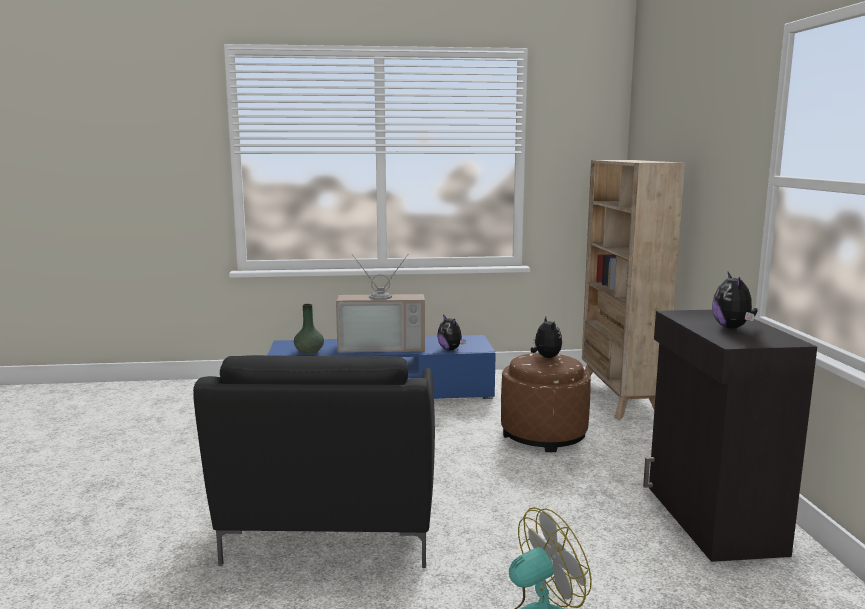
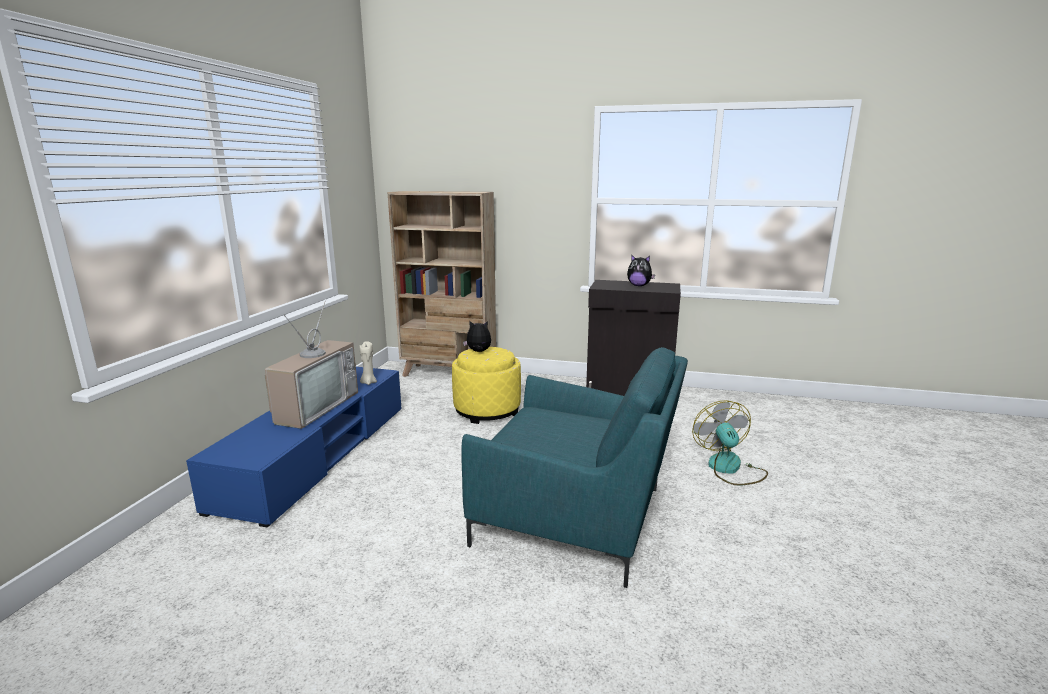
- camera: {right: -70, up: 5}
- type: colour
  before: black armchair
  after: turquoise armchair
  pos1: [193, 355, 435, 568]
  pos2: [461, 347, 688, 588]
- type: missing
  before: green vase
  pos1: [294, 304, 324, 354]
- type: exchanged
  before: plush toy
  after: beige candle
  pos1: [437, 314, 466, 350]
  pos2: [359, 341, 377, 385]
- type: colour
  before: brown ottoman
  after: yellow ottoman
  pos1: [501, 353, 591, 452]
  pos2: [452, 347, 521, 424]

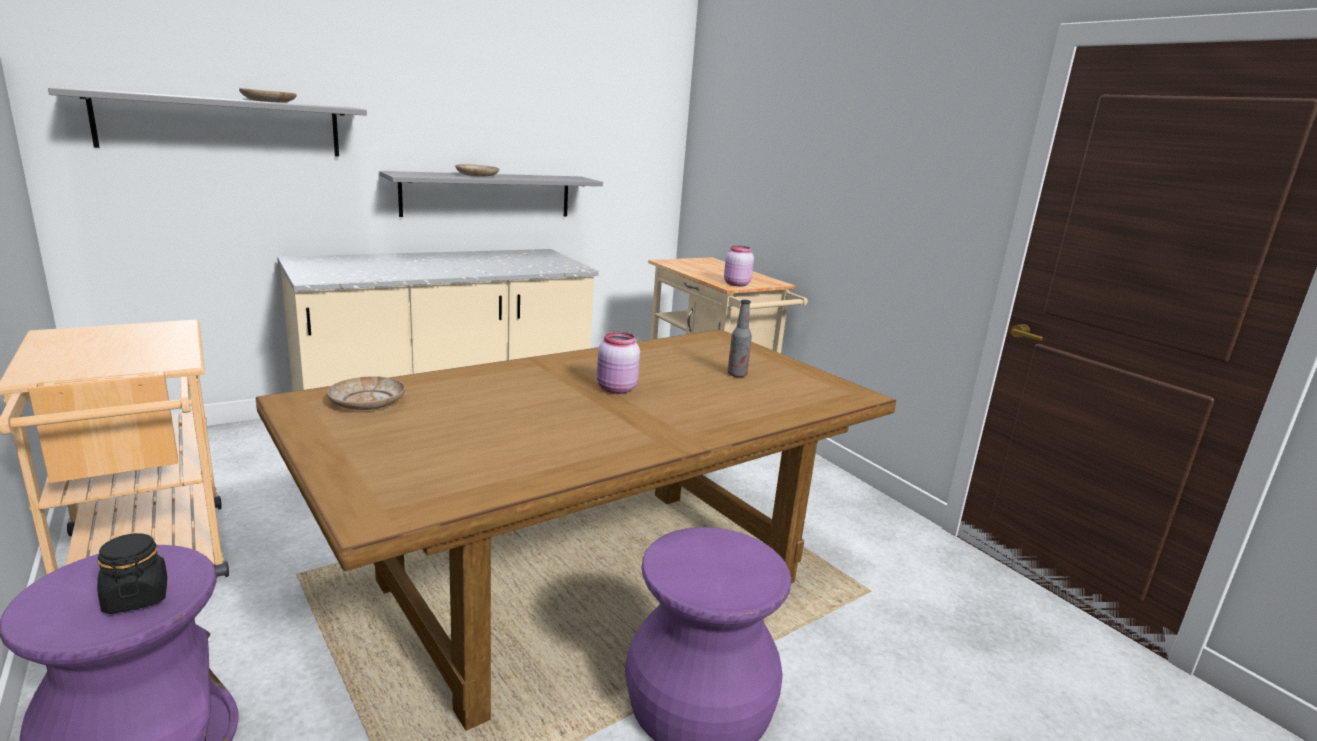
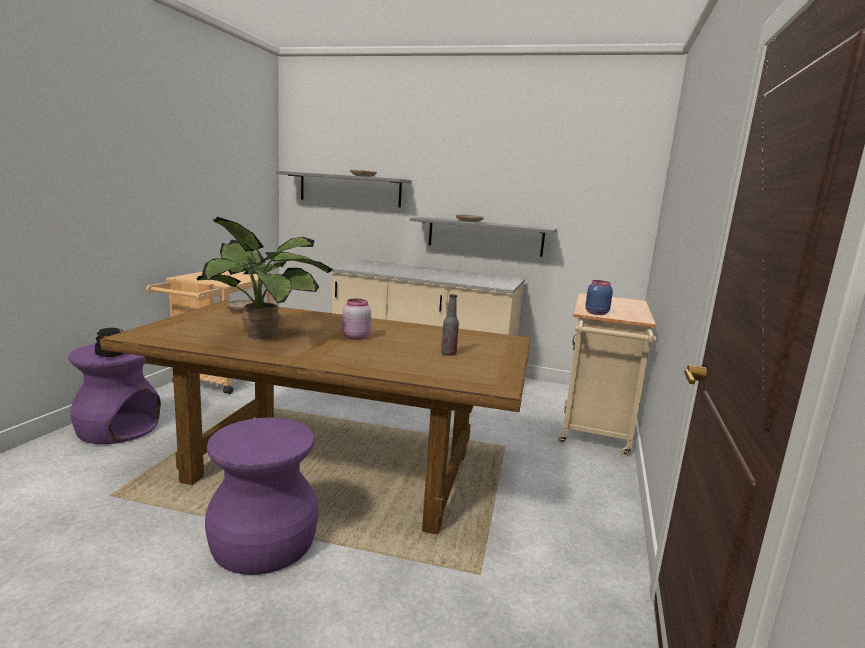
- camera: {right: 50, up: -5}
- type: colour
  before: pink jar
  after: blue jar
  pos1: [724, 245, 754, 286]
  pos2: [585, 280, 613, 315]
- type: appeared
  after: potted plant
  pos2: [196, 217, 333, 339]

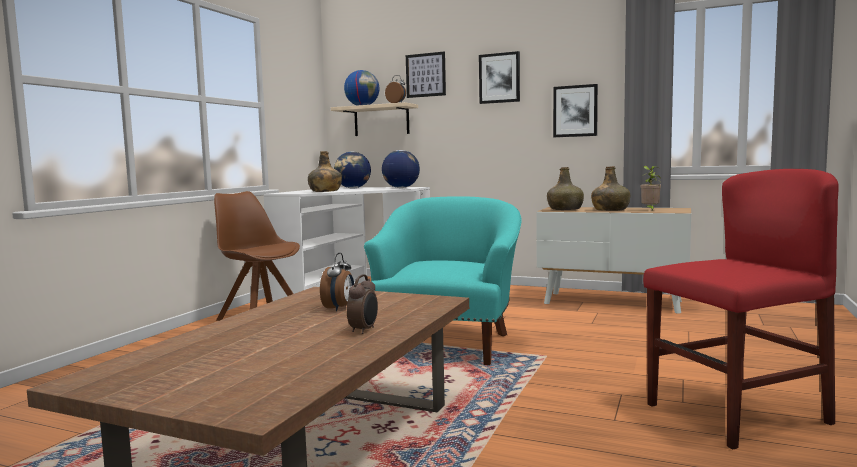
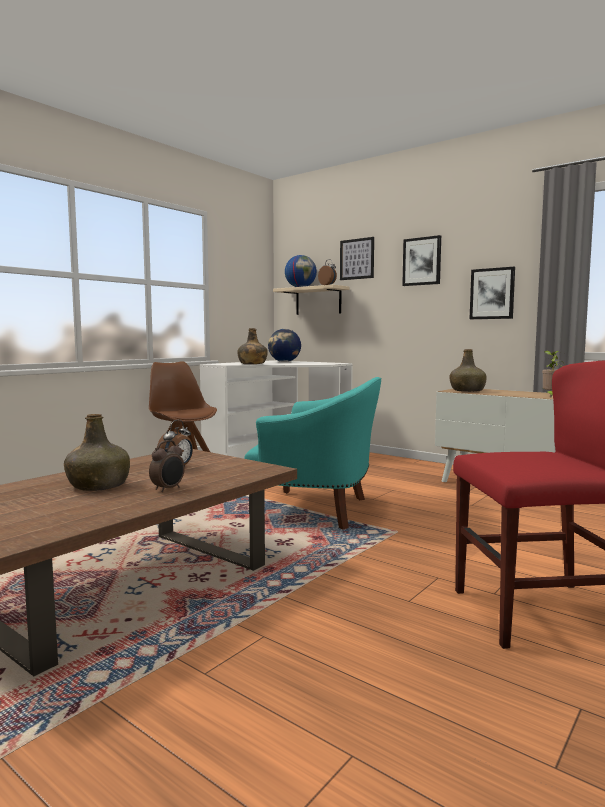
- camera: {right: 15, up: 0}
- type: spun
  before: turquoise armchair
  pos1: [364, 196, 521, 365]
  pos2: [244, 377, 382, 529]
  turn: 75
- type: missing
  before: globe
  pos1: [382, 150, 420, 188]
- type: relocated
  before: green bottle
  pos1: [591, 166, 630, 211]
  pos2: [64, 414, 130, 491]

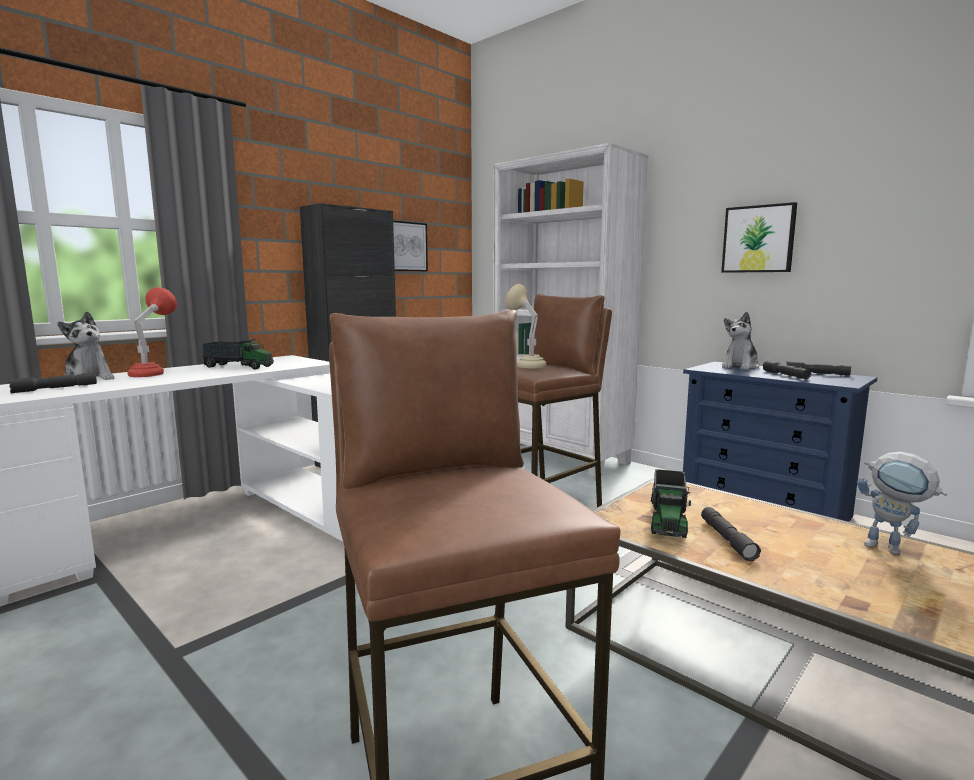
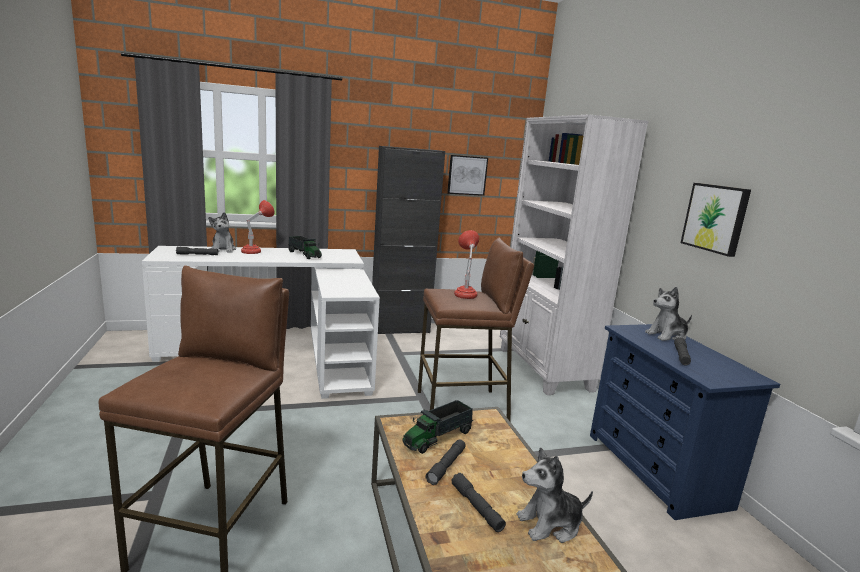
- camera: {right: 30, up: 5}
- type: colour
  before: beige table lamp
  after: red table lamp
  pos1: [505, 284, 546, 369]
  pos2: [454, 230, 479, 299]
- type: relocated
  before: grey flashlight
  pos1: [787, 361, 851, 375]
  pos2: [451, 473, 506, 532]
- type: exchanged
  before: toy robot
  after: plush toy
  pos1: [857, 452, 947, 554]
  pos2: [517, 447, 593, 543]

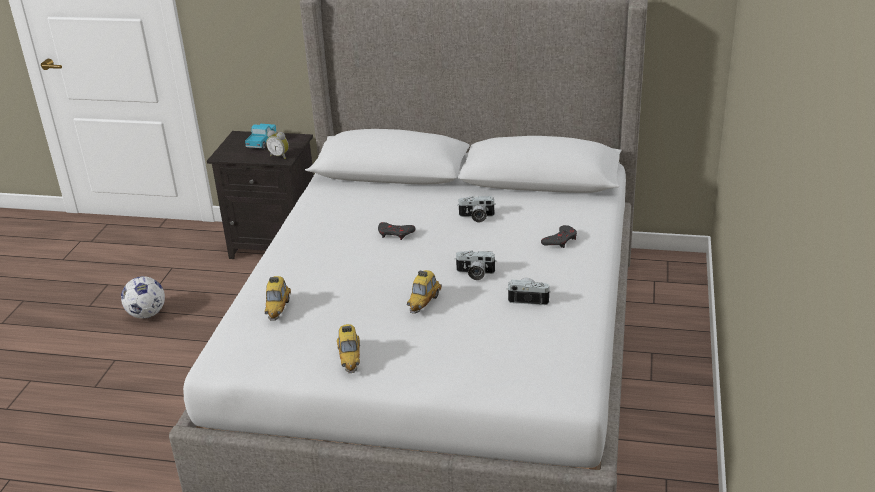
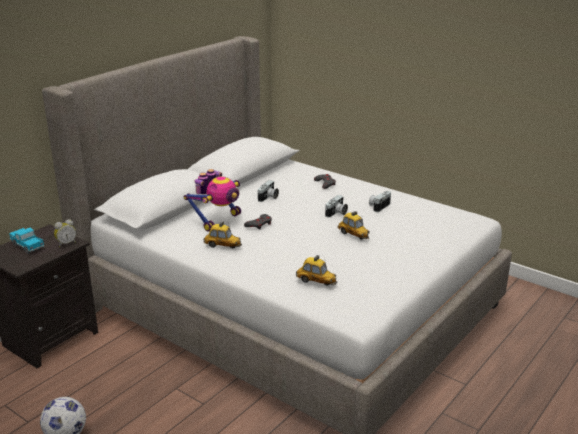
- camera: {right: -65, up: -5}
- type: relocated
  before: toy car
  pos1: [337, 324, 360, 373]
  pos2: [203, 222, 242, 248]
- type: appeared
  after: toy robot
  pos2: [184, 169, 241, 232]

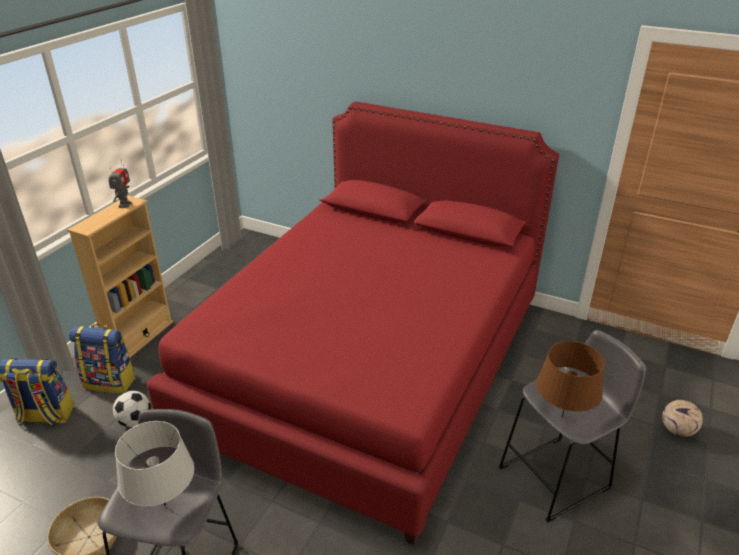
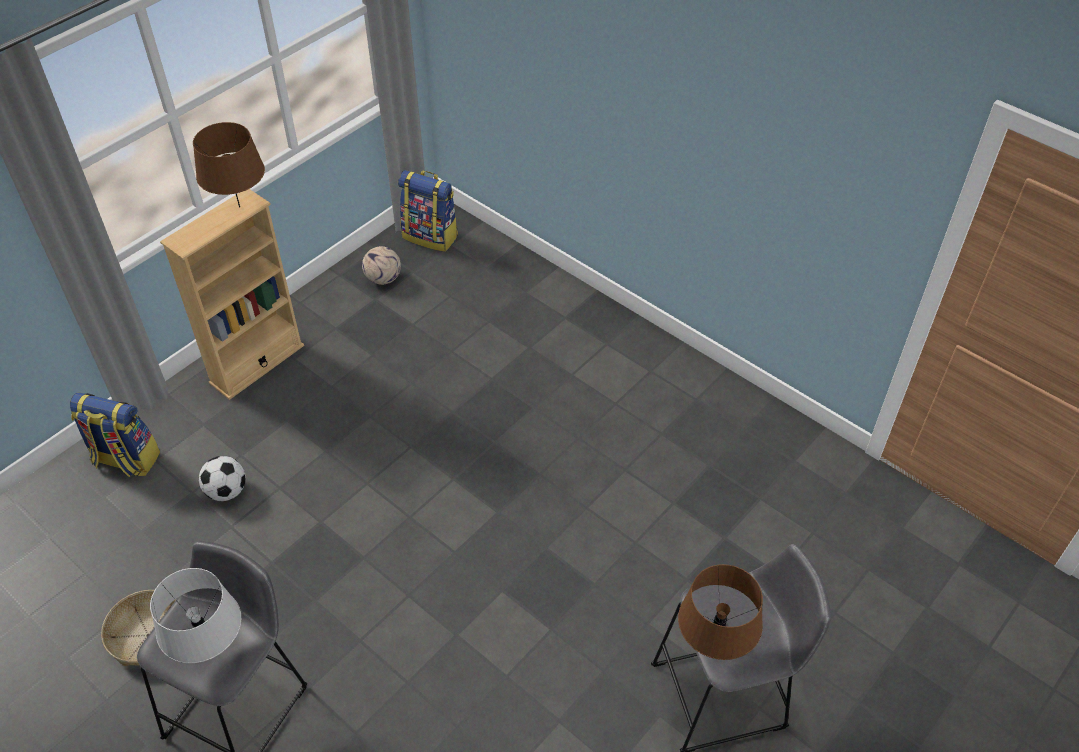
- camera: {right: 15, up: 15}
- type: relocated
  before: backpack
  pos1: [69, 324, 136, 393]
  pos2: [398, 170, 458, 252]
- type: exchanged
  before: toy robot
  after: brown table lamp
  pos1: [109, 159, 132, 208]
  pos2: [193, 122, 265, 207]
- type: missing
  before: red bed
  pos1: [147, 102, 559, 545]
- type: relocated
  before: football
  pos1: [662, 400, 703, 437]
  pos2: [362, 246, 401, 285]

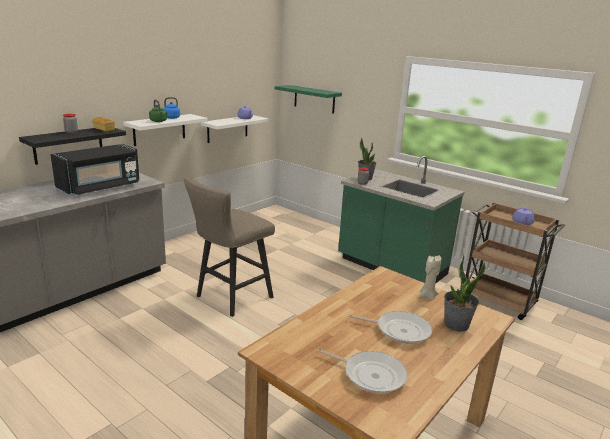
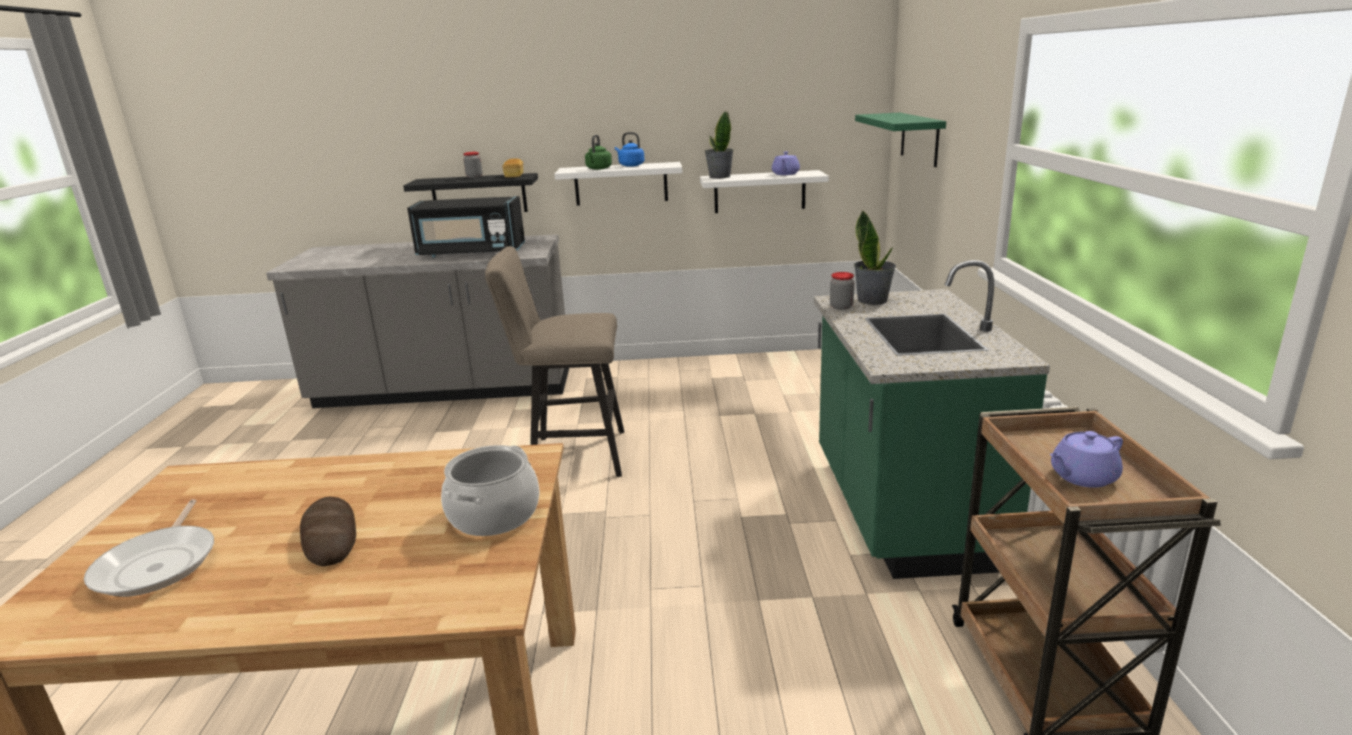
- camera: {right: 50, up: 0}
- type: exchanged
  before: frying pan
  after: bread
  pos1: [349, 311, 432, 344]
  pos2: [300, 497, 356, 566]
- type: exchanged
  before: beige candle
  after: cooking pot
  pos1: [419, 255, 441, 300]
  pos2: [441, 445, 540, 536]
- type: relocated
  before: potted plant
  pos1: [444, 255, 486, 332]
  pos2: [705, 111, 734, 179]

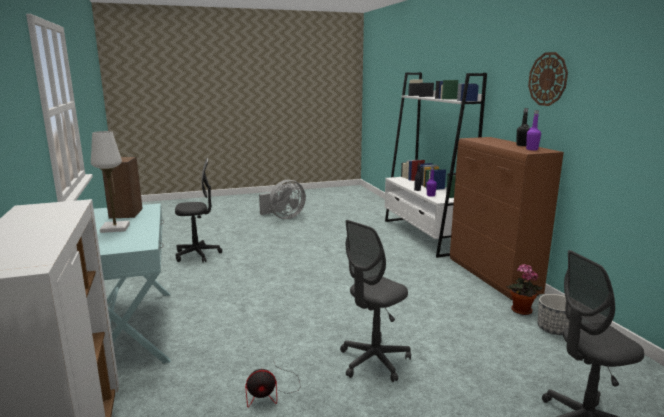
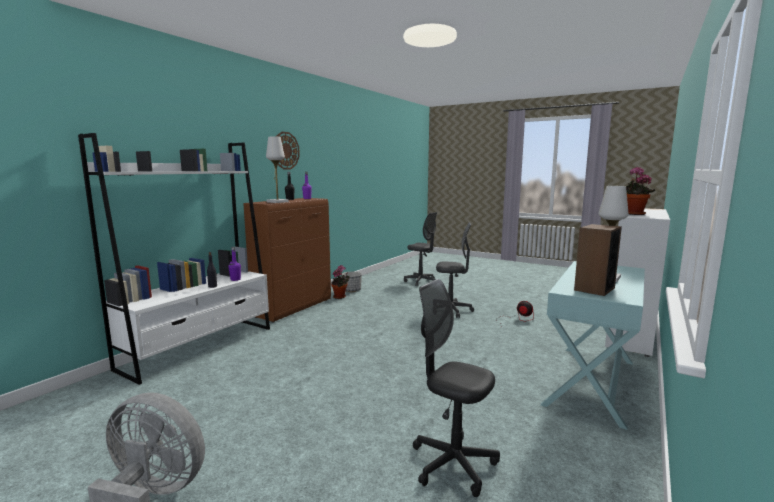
- camera: {right: -130, up: -5}
- type: appeared
  after: white table lamp
  pos2: [266, 137, 289, 203]
- type: appeared
  after: potted plant
  pos2: [626, 167, 655, 215]

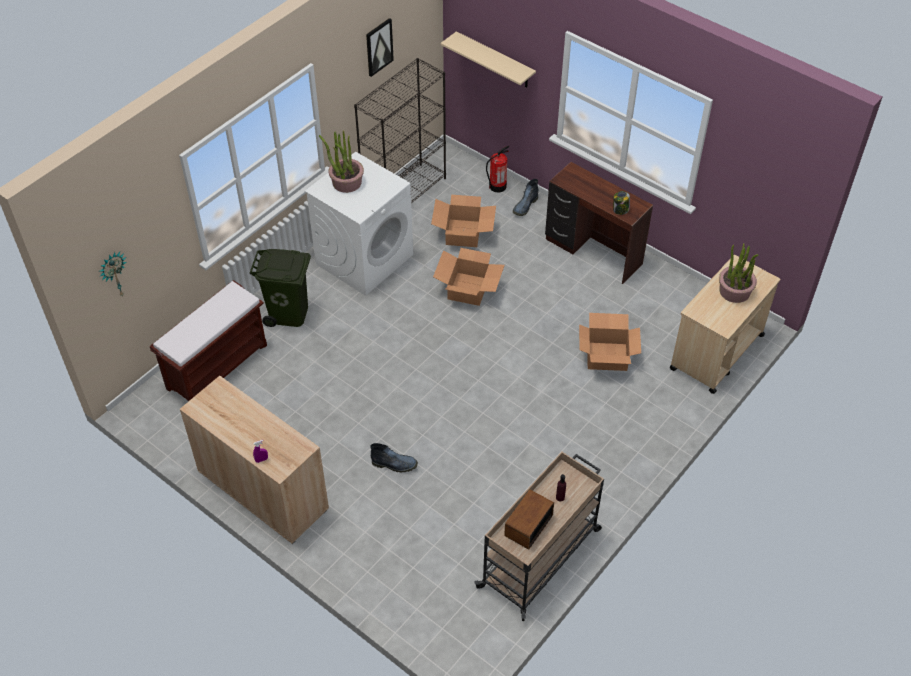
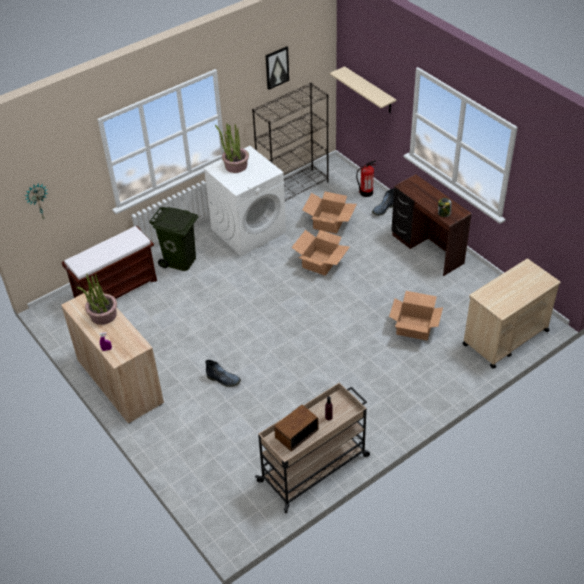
- camera: {right: 15, up: -5}
- type: relocated
  before: potted plant
  pos1: [719, 243, 758, 303]
  pos2: [77, 274, 117, 325]

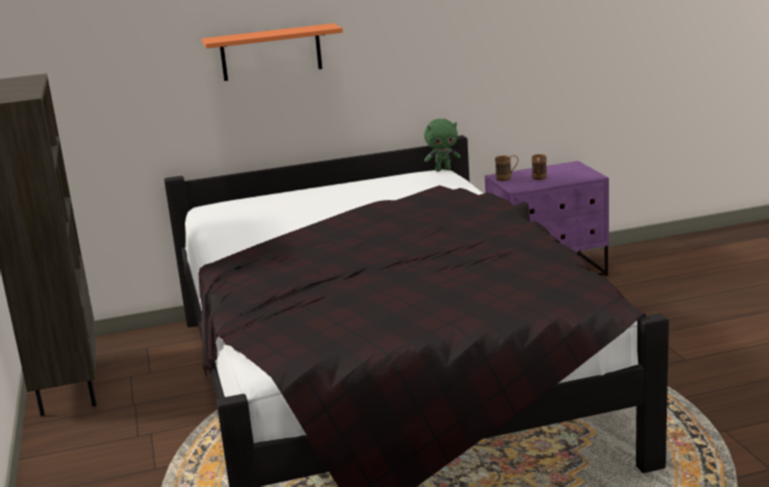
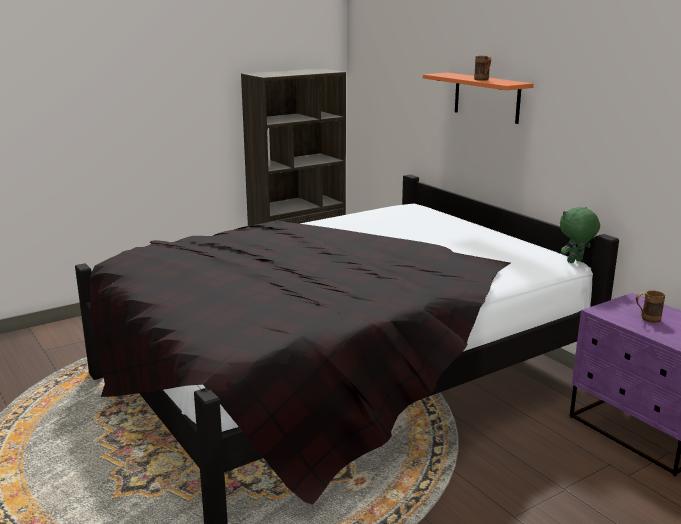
- camera: {right: 70, up: 0}
- type: spun
  before: green plush toy
  pos1: [424, 119, 461, 172]
  pos2: [560, 207, 600, 263]
  turn: 90
- type: relocated
  before: brown mug
  pos1: [495, 155, 518, 181]
  pos2: [474, 56, 491, 81]

